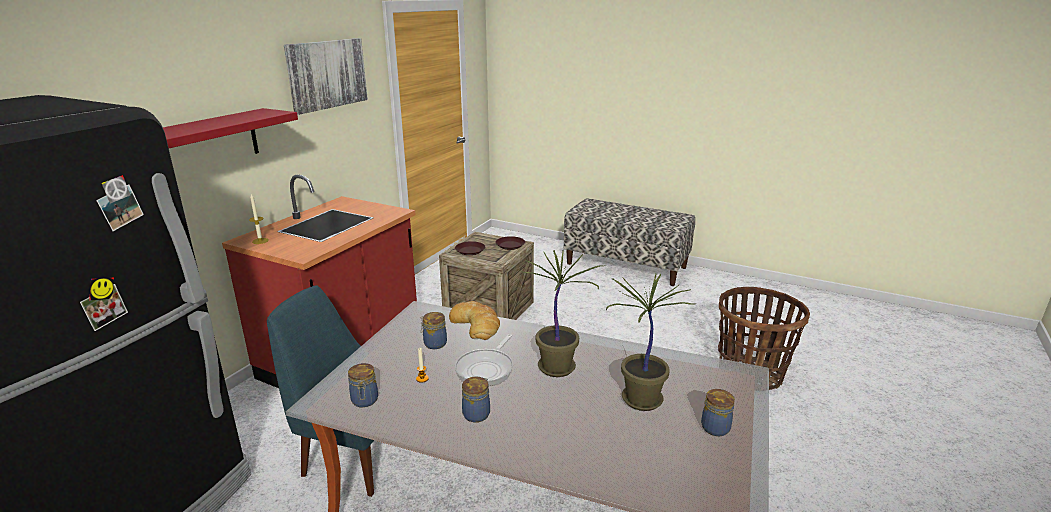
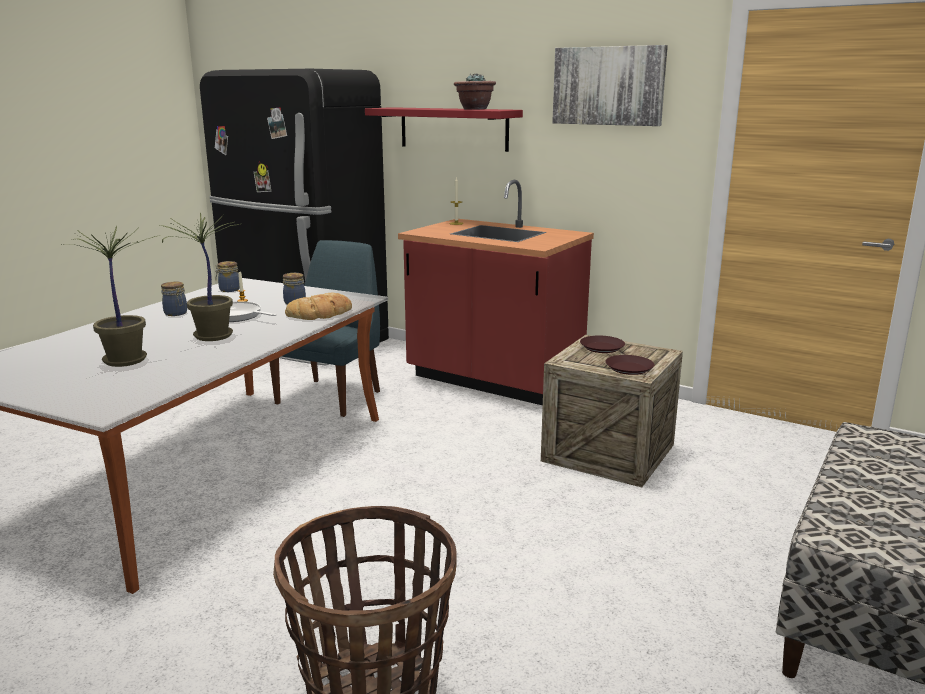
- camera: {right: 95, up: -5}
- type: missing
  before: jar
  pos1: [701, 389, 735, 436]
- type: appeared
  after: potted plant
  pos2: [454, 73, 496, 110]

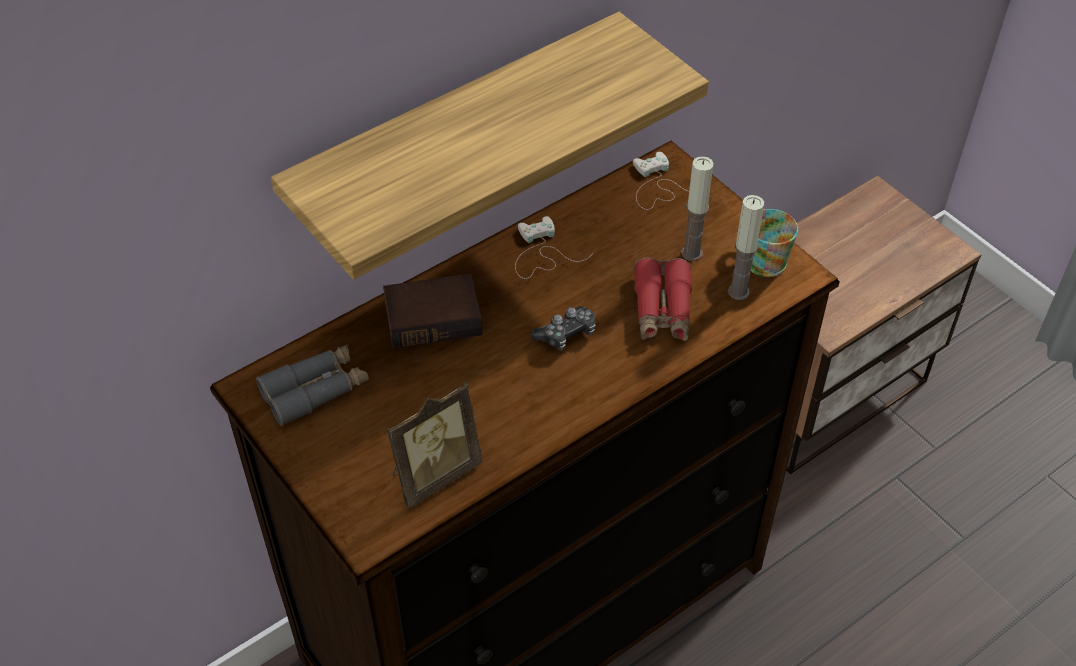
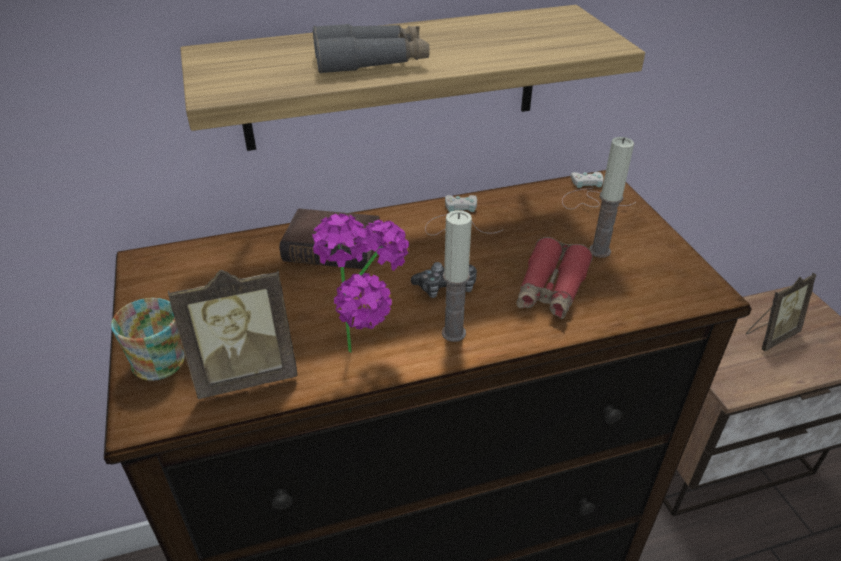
- camera: {right: 20, up: -10}
- type: relocated
  before: grey binoculars
  pos1: [256, 344, 369, 426]
  pos2: [313, 24, 430, 74]
- type: relocated
  before: candle
  pos1: [728, 195, 764, 300]
  pos2: [442, 210, 472, 342]
- type: relocated
  before: mug
  pos1: [750, 209, 798, 277]
  pos2: [111, 298, 185, 381]
- type: appeared
  after: potted plant
  pos2: [312, 213, 409, 352]
- type: appeared
  after: picture frame
  pos2: [746, 273, 817, 351]

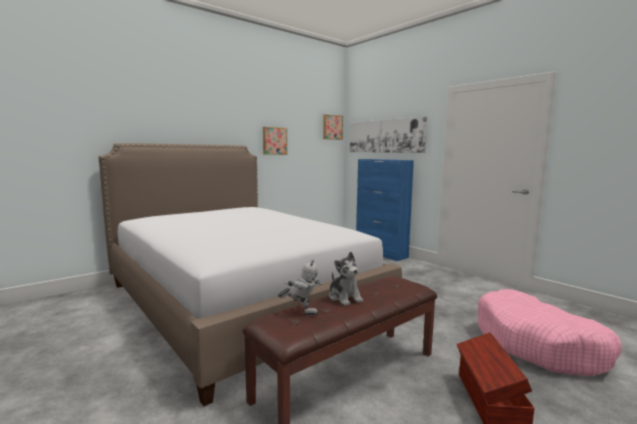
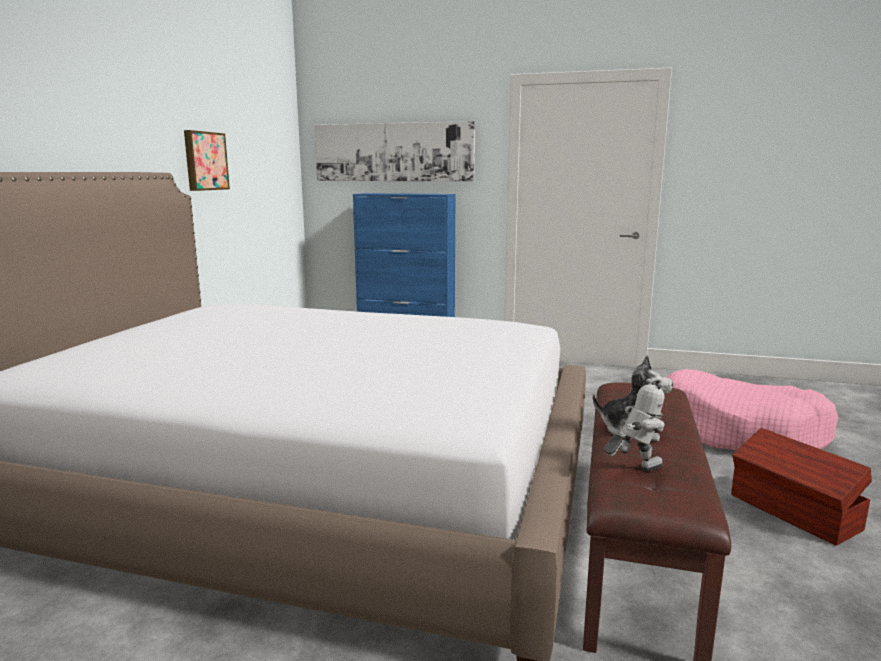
- camera: {right: -35, up: 5}
- type: missing
  before: picture
  pos1: [323, 114, 343, 140]

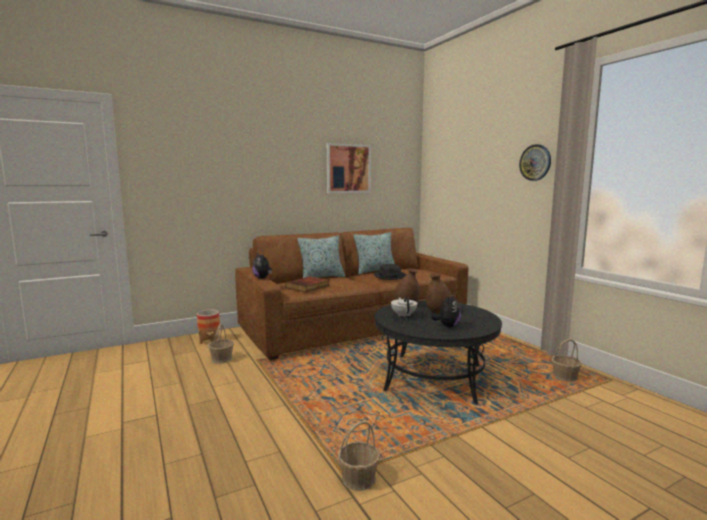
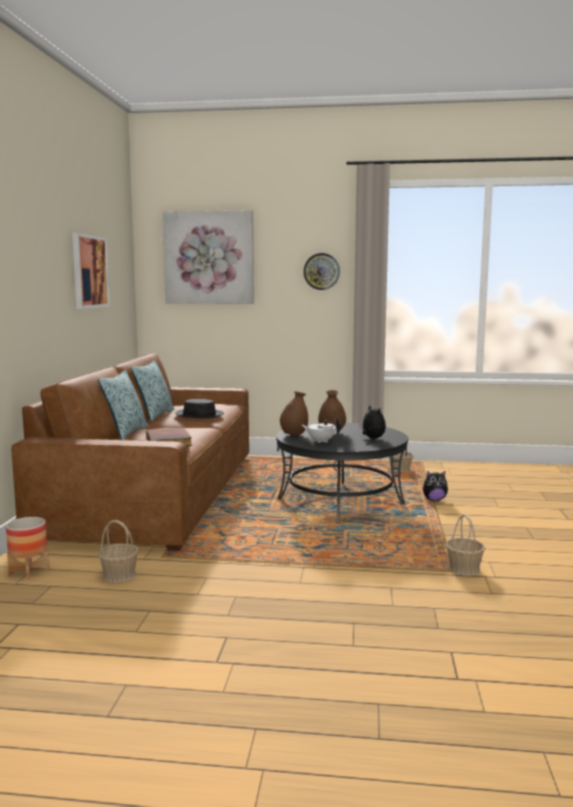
- camera: {right: -55, up: 0}
- type: relocated
  before: plush toy
  pos1: [252, 253, 272, 279]
  pos2: [423, 470, 448, 501]
- type: appeared
  after: picture
  pos2: [162, 210, 254, 304]

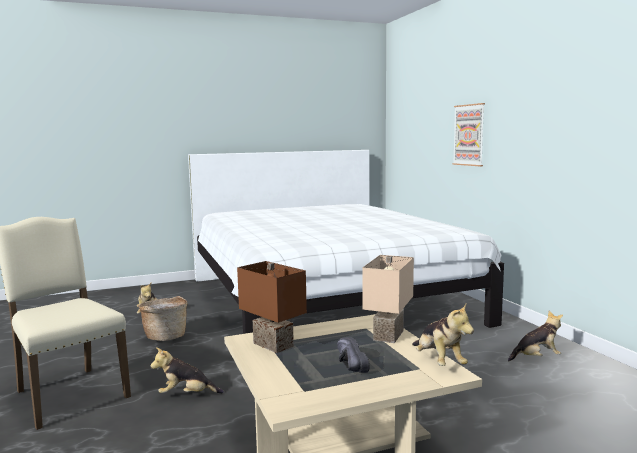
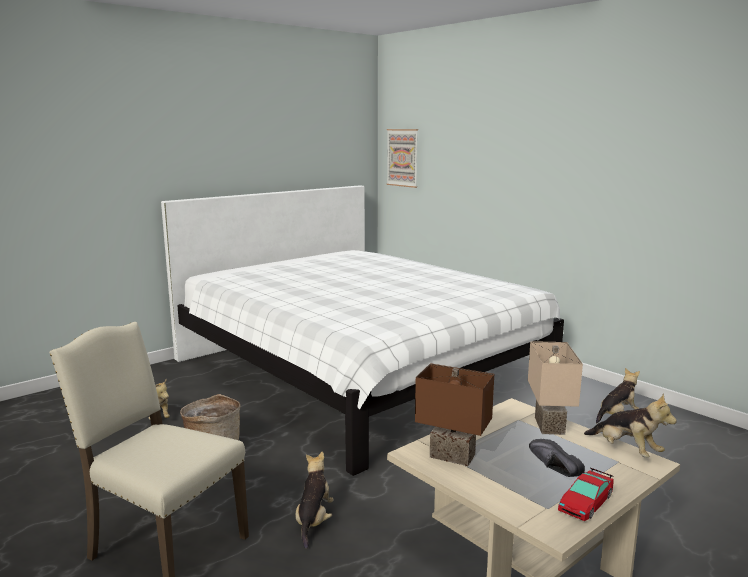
- camera: {right: -20, up: 5}
- type: spun
  before: plush toy
  pos1: [150, 347, 224, 393]
  pos2: [295, 452, 334, 549]
  turn: 120
- type: relocated
  before: picture
  pos1: [452, 103, 485, 166]
  pos2: [386, 129, 418, 188]
- type: appeared
  after: toy car
  pos2: [558, 468, 614, 521]

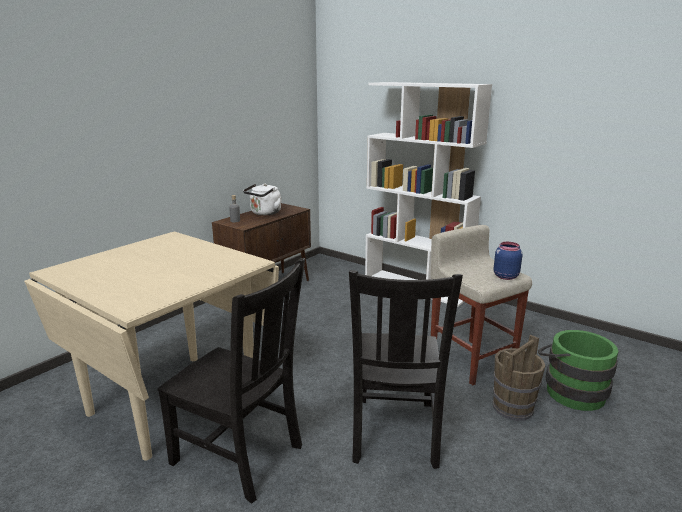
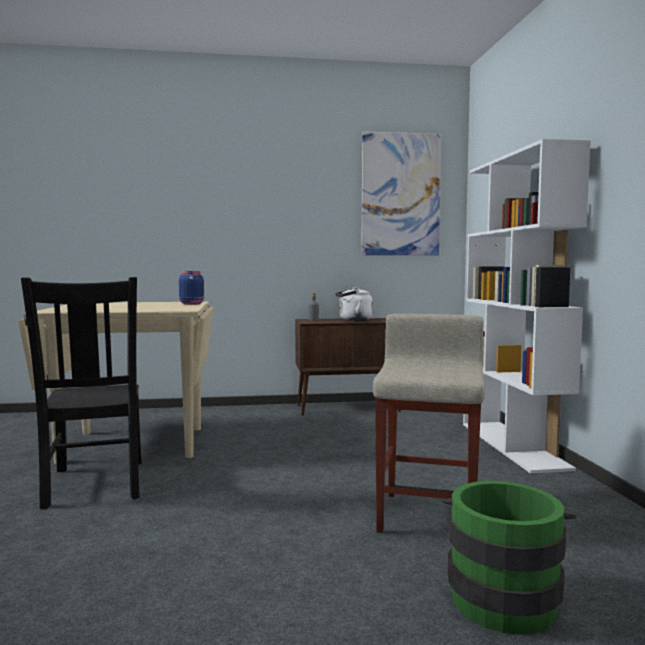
- camera: {right: 45, up: -15}
- type: missing
  before: black chair
  pos1: [349, 270, 463, 469]
- type: missing
  before: brown bucket
  pos1: [493, 335, 545, 421]
- type: relocated
  before: blue jar
  pos1: [494, 242, 522, 280]
  pos2: [179, 271, 204, 305]
- type: appeared
  after: picture
  pos2: [361, 131, 441, 255]

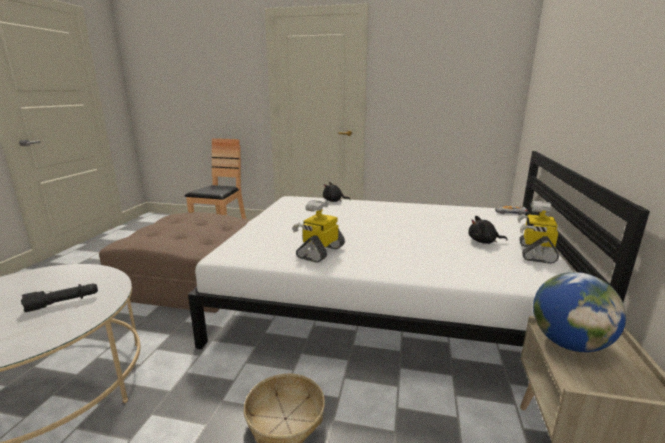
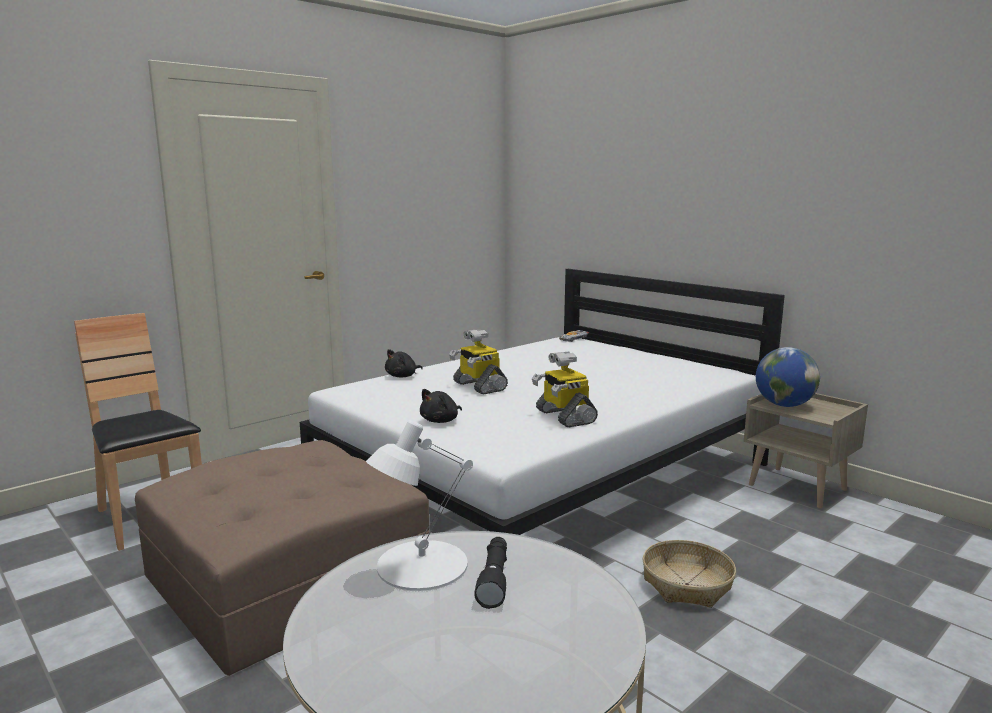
- camera: {right: -55, up: -5}
- type: relocated
  before: black plush toy
  pos1: [468, 216, 508, 244]
  pos2: [420, 389, 462, 423]
- type: relocated
  before: toy robot
  pos1: [518, 201, 559, 264]
  pos2: [449, 329, 508, 394]
- type: appeared
  after: white table lamp
  pos2: [366, 420, 473, 591]

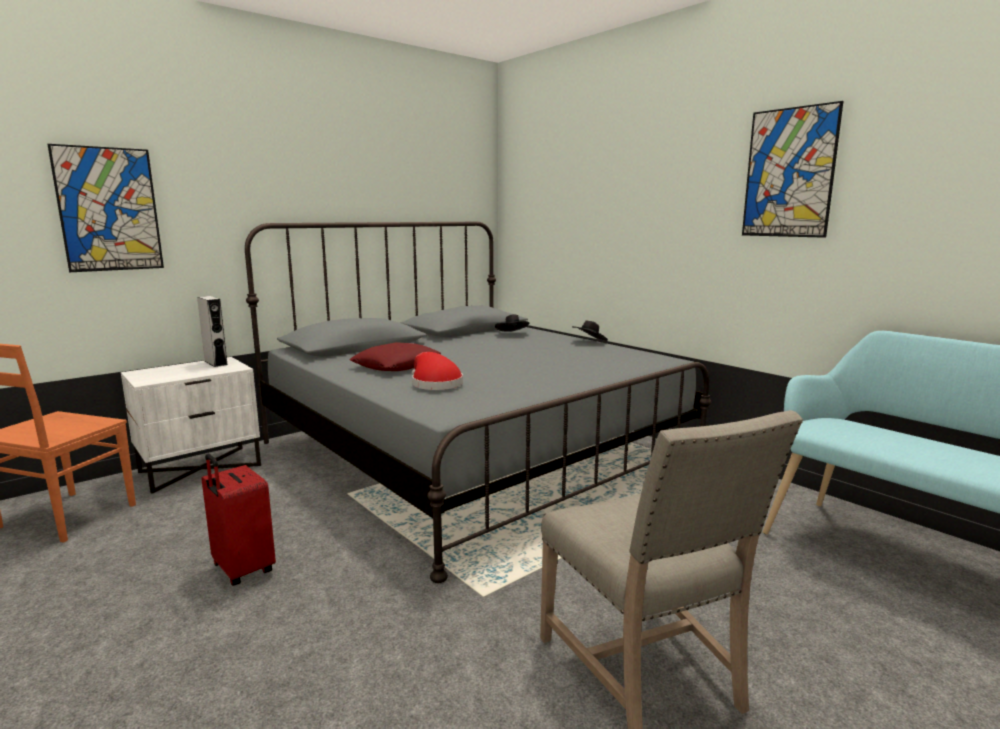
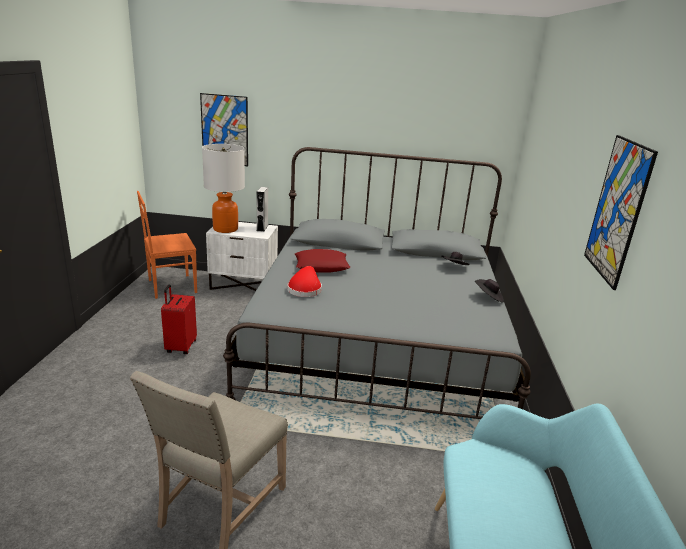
- camera: {right: 45, up: 10}
- type: appeared
  after: table lamp
  pos2: [202, 144, 245, 233]

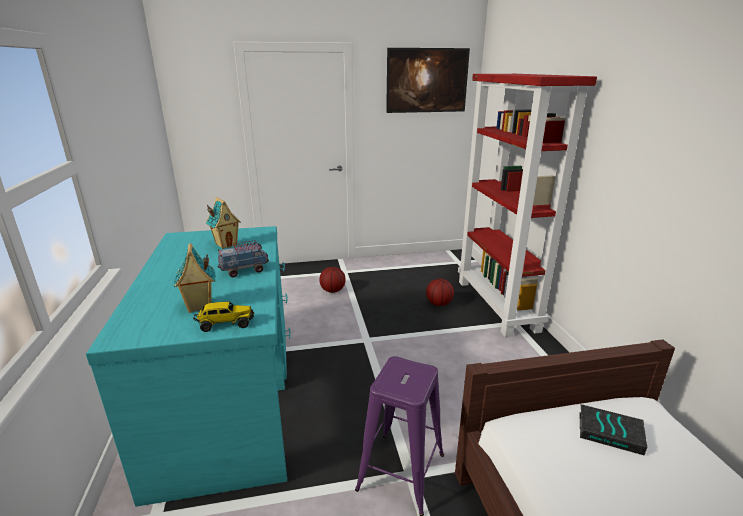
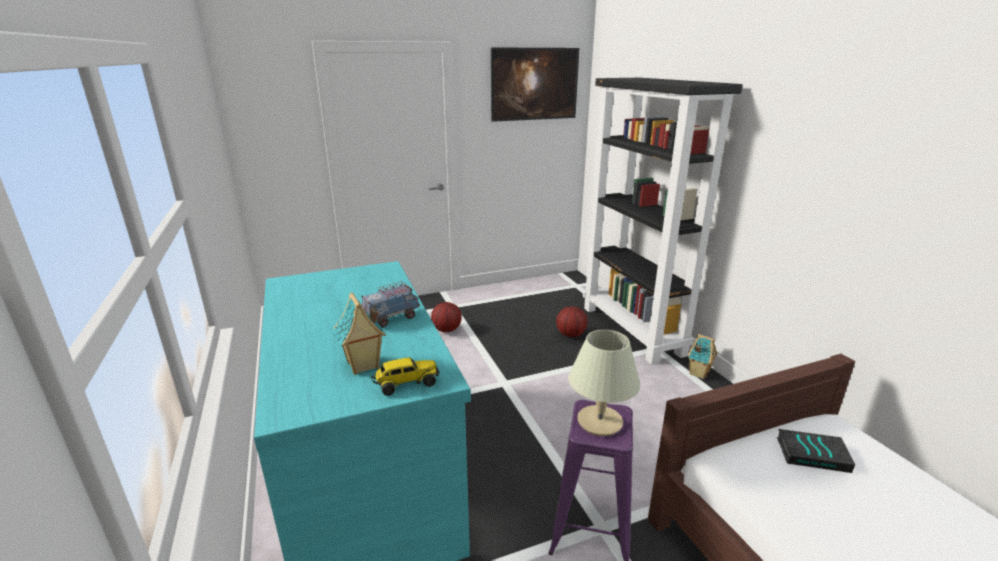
- camera: {right: -10, up: 0}
- type: relocated
  before: toy house
  pos1: [206, 197, 241, 249]
  pos2: [688, 334, 718, 379]
- type: colour
  before: red bookcase
  after: black bookcase
  pos1: [458, 74, 597, 337]
  pos2: [583, 78, 743, 365]
- type: appeared
  after: beige table lamp
  pos2: [568, 330, 640, 436]

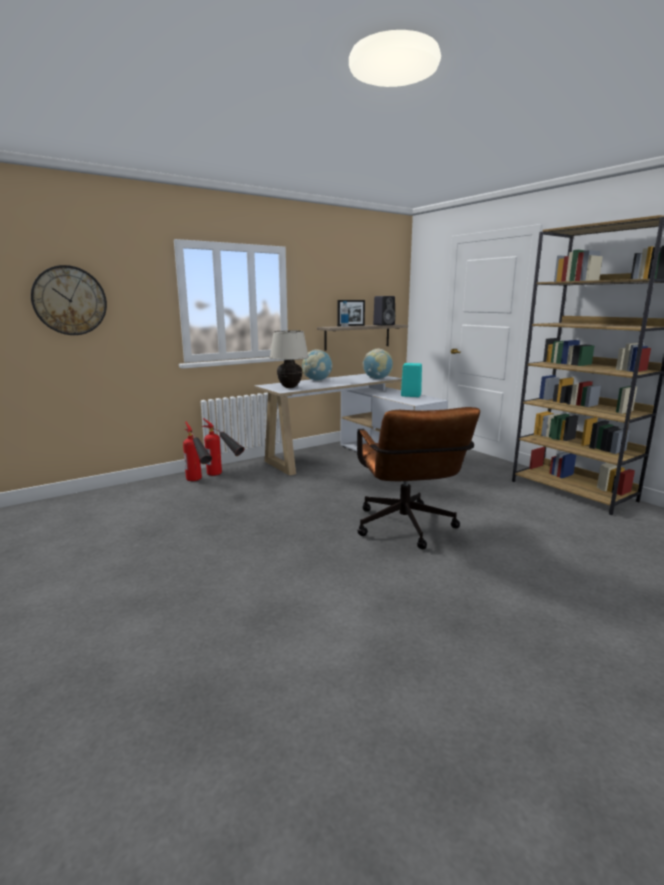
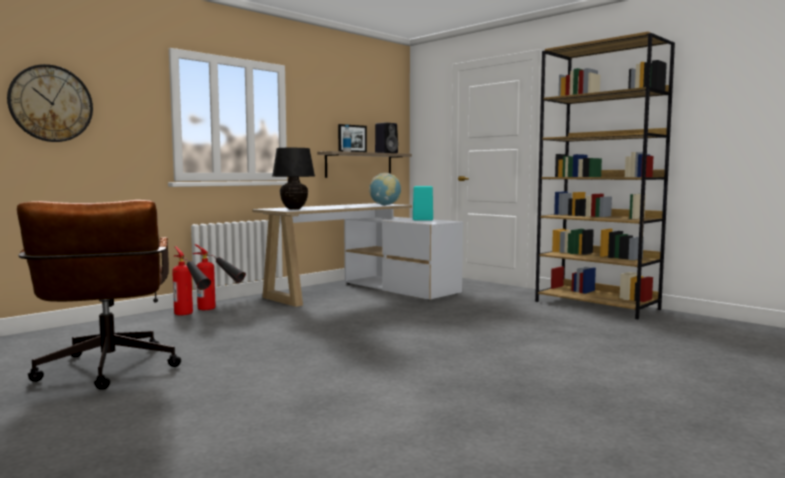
- camera: {right: -10, up: -10}
- type: colour
  before: beige table lamp
  after: black table lamp
  pos1: [270, 330, 309, 388]
  pos2: [272, 147, 315, 210]
- type: missing
  before: globe
  pos1: [302, 350, 333, 381]
- type: relocated
  before: brown office chair
  pos1: [357, 407, 480, 549]
  pos2: [17, 200, 181, 390]

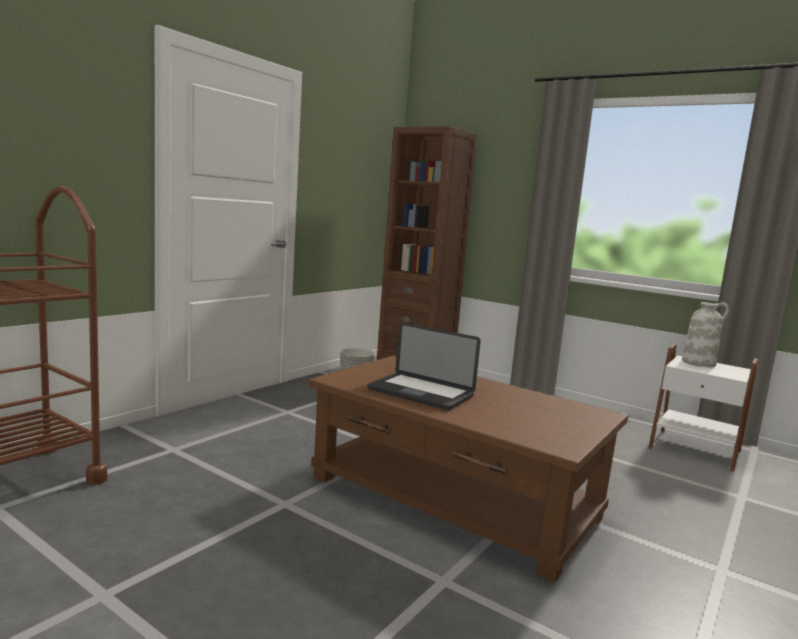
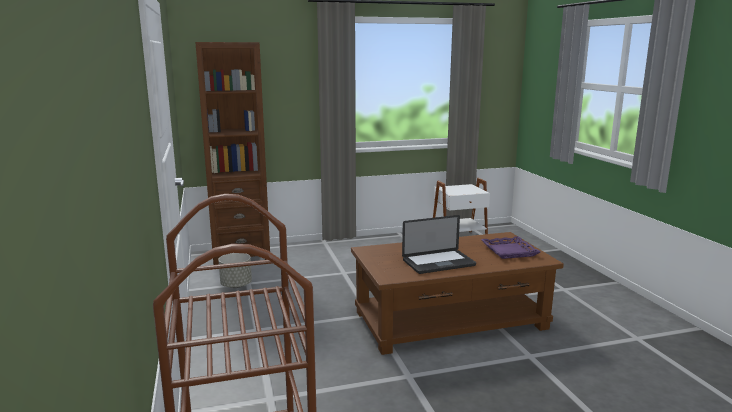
- camera: {right: -50, up: 5}
- type: missing
  before: white vase
  pos1: [682, 302, 729, 367]
- type: appeared
  after: purple tray
  pos2: [481, 236, 540, 259]

